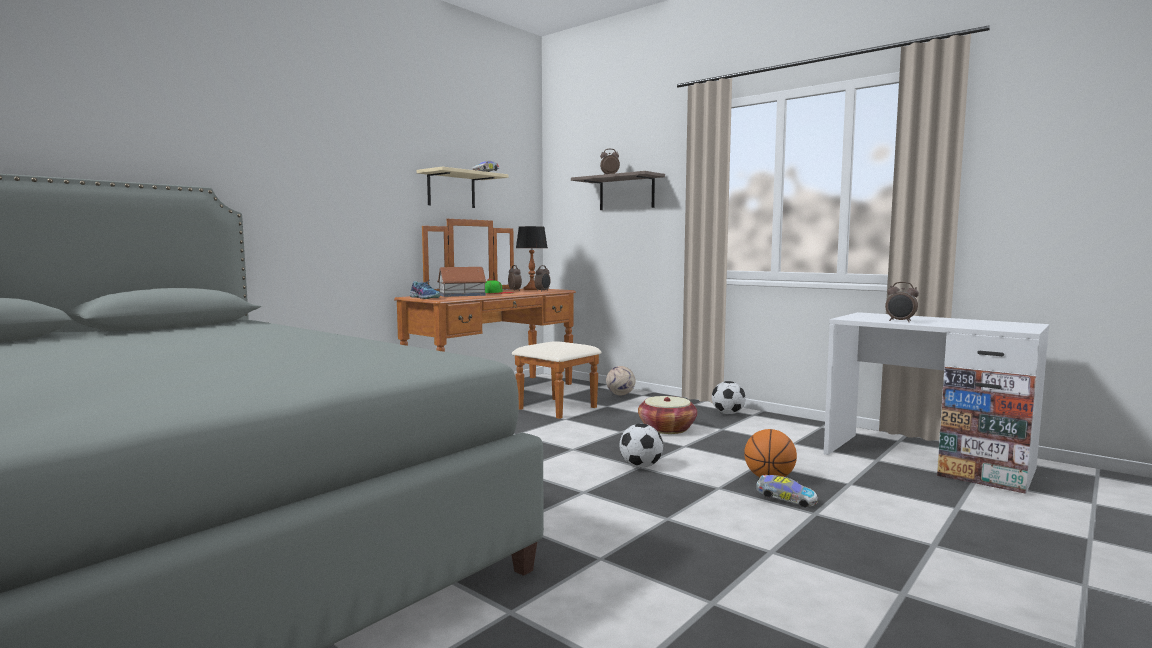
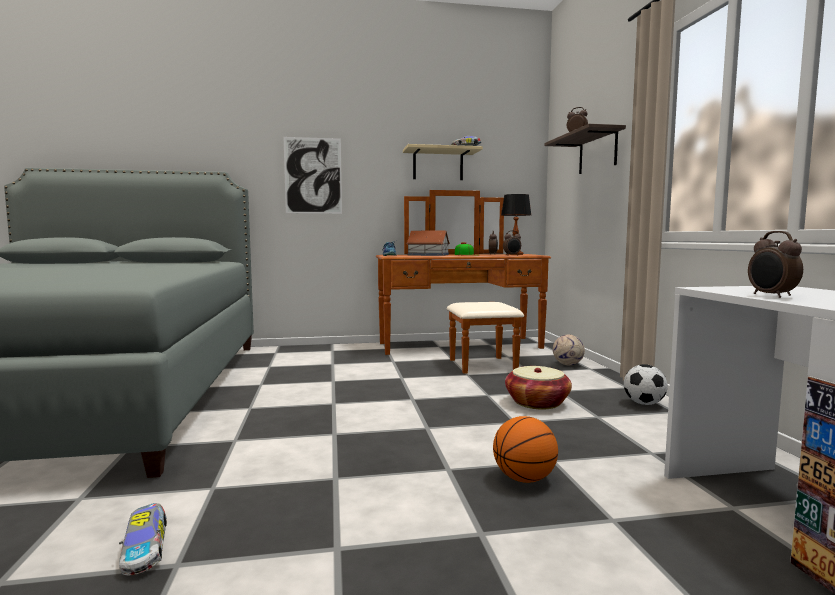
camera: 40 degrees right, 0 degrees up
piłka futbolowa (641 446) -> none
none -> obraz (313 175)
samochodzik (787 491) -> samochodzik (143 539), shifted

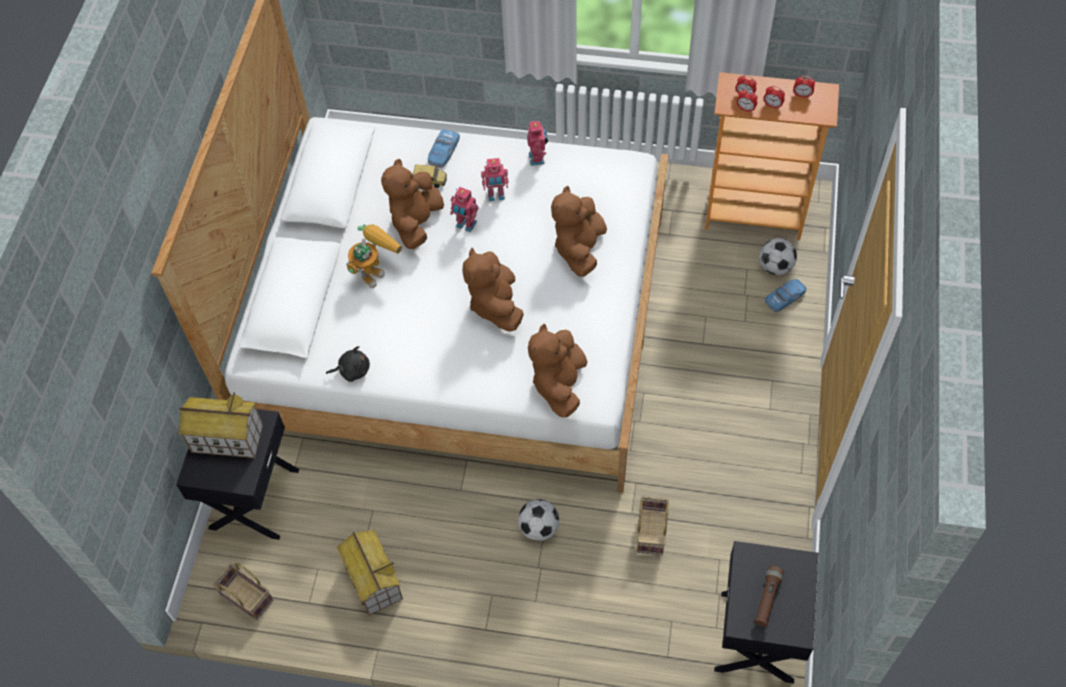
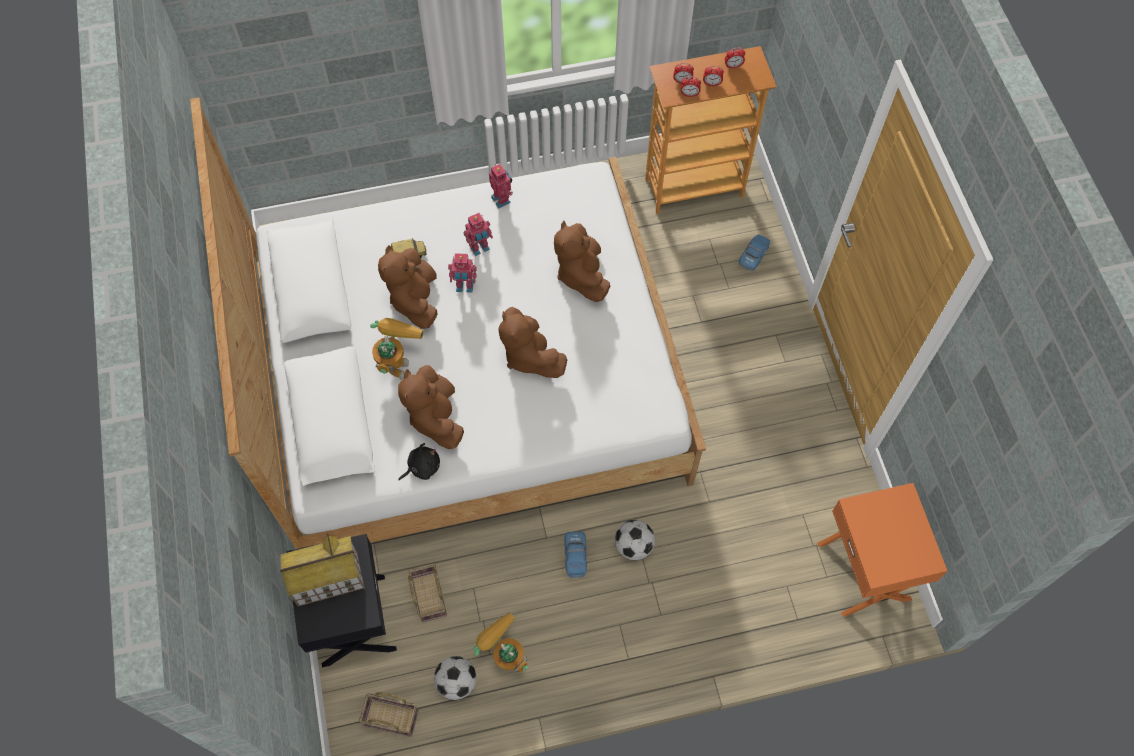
camera: 25 degrees left, 5 degrees up
latarka/brązowy (769 596) -> none
samochodzik (444 148) -> samochodzik (575 554), shifted
pluszak/brązowy (557 370) -> pluszak/brązowy (431 407), shifted
koszyk (653 525) -> koszyk (427 592), shifted
piłka futbolowa (778 256) -> piłka futbolowa (455 678), shifted
domek (370 572) -> robot zabawkowy (500 642)
szafka nocna/czarny (766 612) -> szafka nocna/pomarańczowy (882 549)

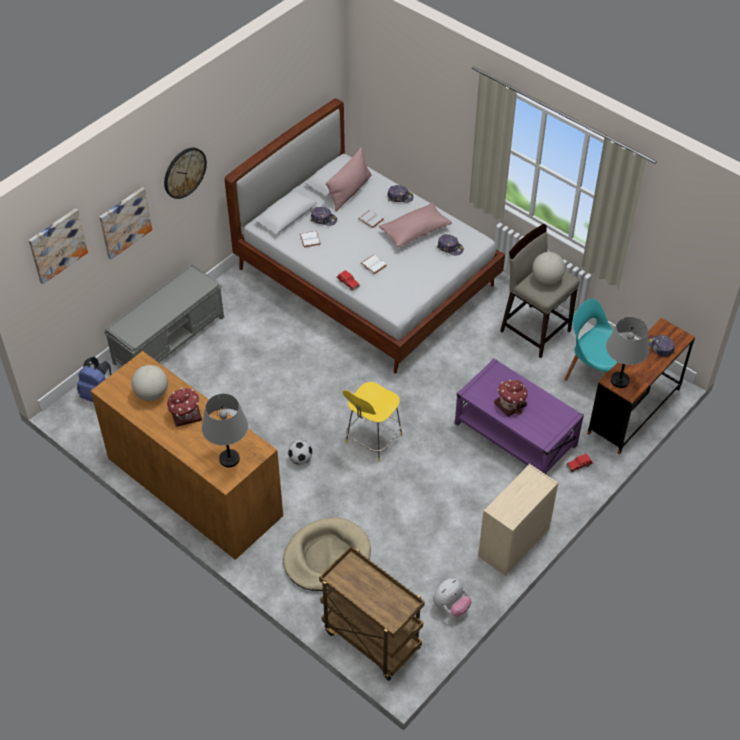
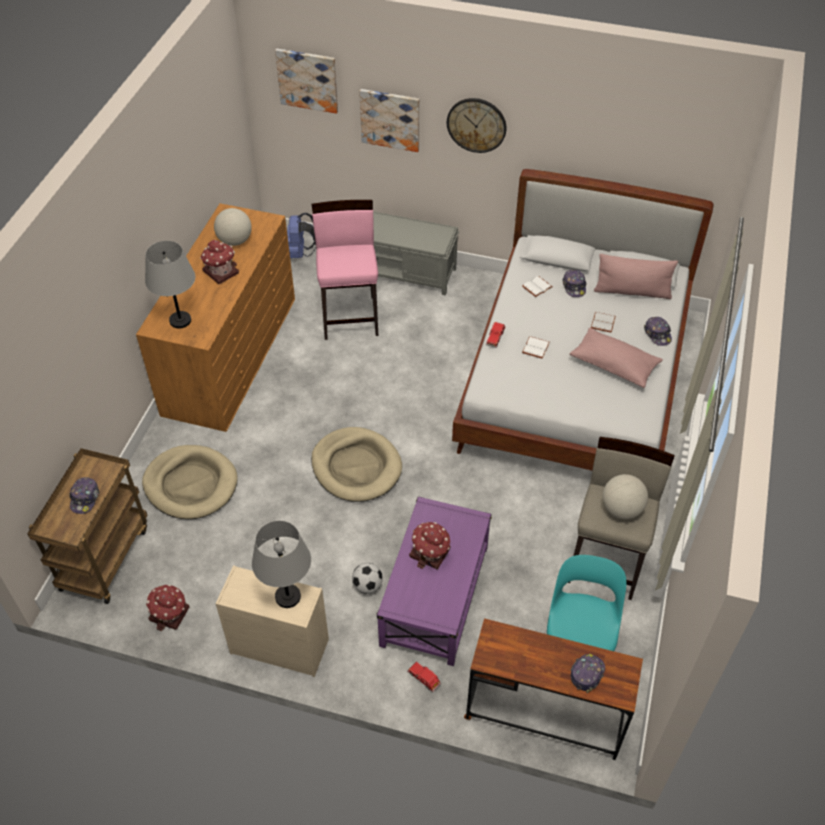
camera: 65 degrees right, 0 degrees up
none -> stołek/różowy (345 270)
piłka futbolowa (300 452) -> piłka futbolowa (367 578), shifted
czapka z daszkiem (450 245) -> czapka z daszkiem (84 495), shifted
lampa stołowa/szary (627 352) -> lampa stołowa/szary (281 564), shifted
stołek/żółty (372 422) -> legowisko/beżowy (356 464)
pluszak (452 597) -> domek (167 607)

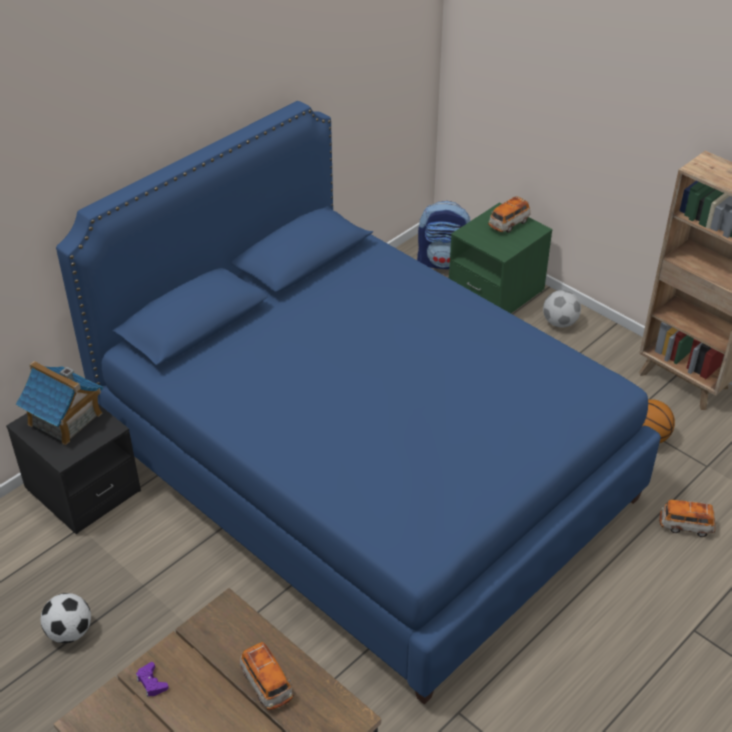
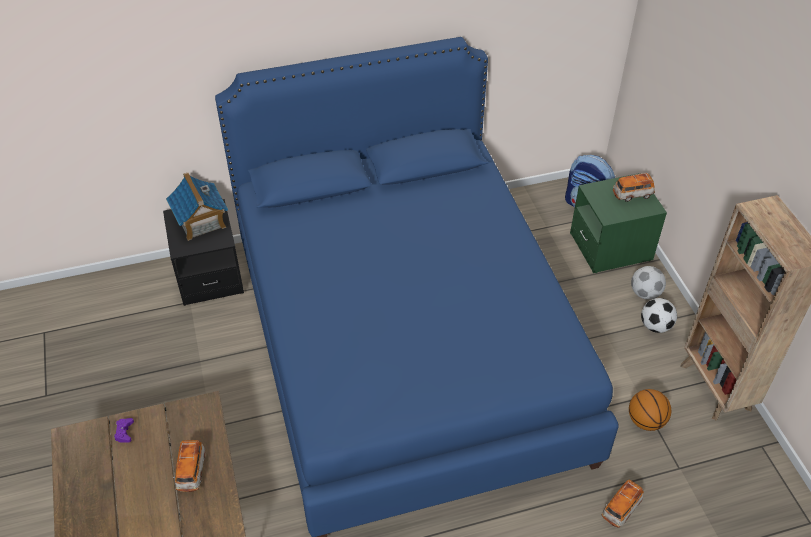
camera: 30 degrees right, 5 degrees up
piłka futbolowa (66 618) -> piłka futbolowa (659 315), shifted
samochodzik (687 518) -> samochodzik (623 504), 90 degrees counterclockwise

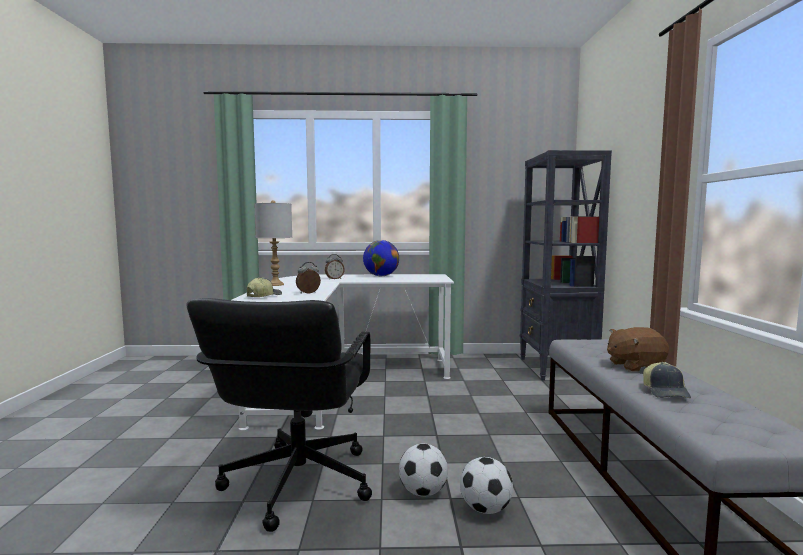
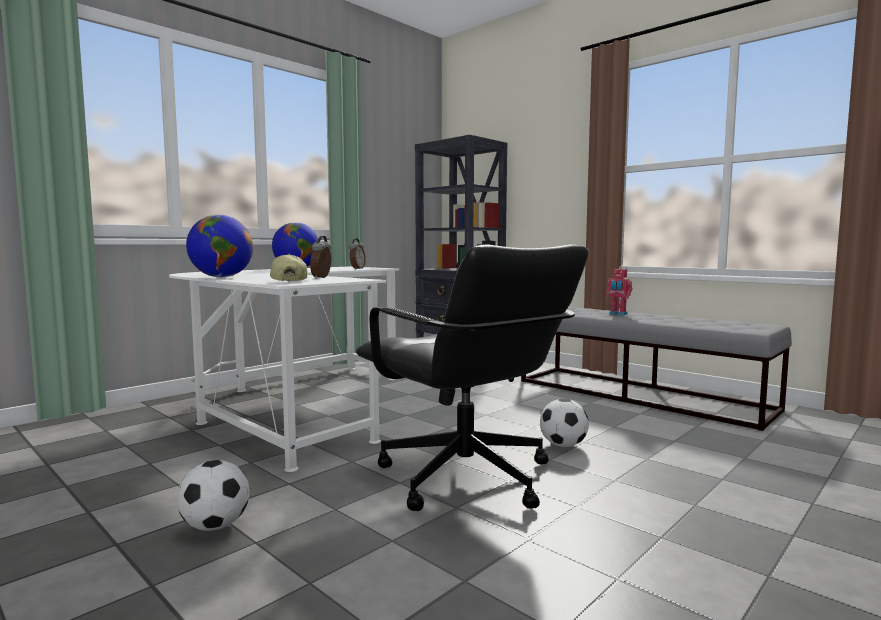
camera: 45 degrees left, 0 degrees up
czapka z daszkiem (667 380) -> none
budzik (335 267) -> budzik (357 253), shifted
piłka futbolowa (486 485) -> piłka futbolowa (213 495), shifted
lampa stołowa/szary (273 243) -> globus (219 246)
pluszak/brązowy (638 349) -> robot zabawkowy (619 291)

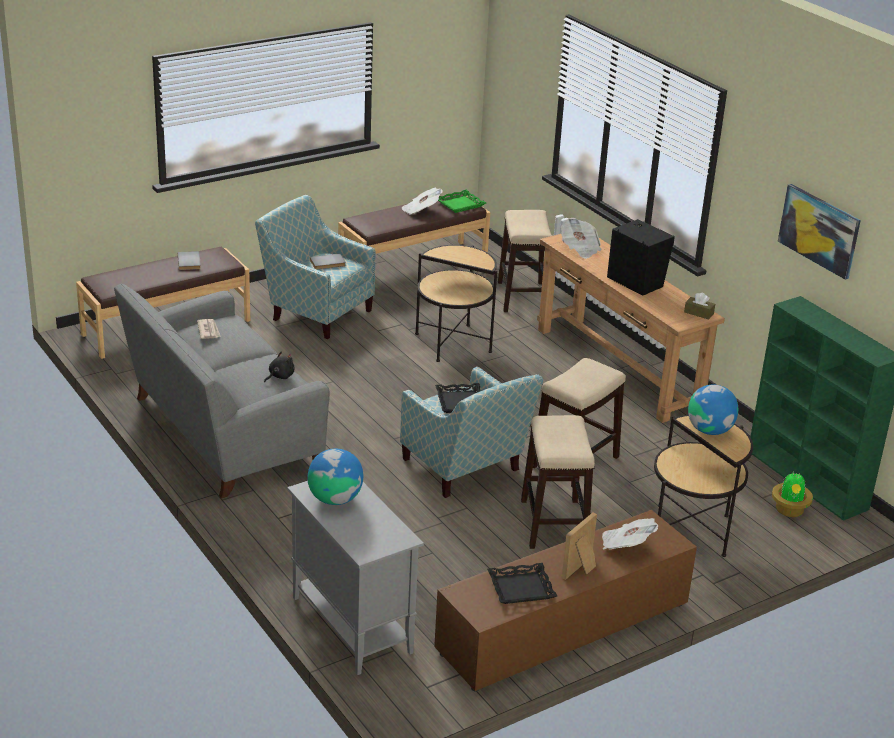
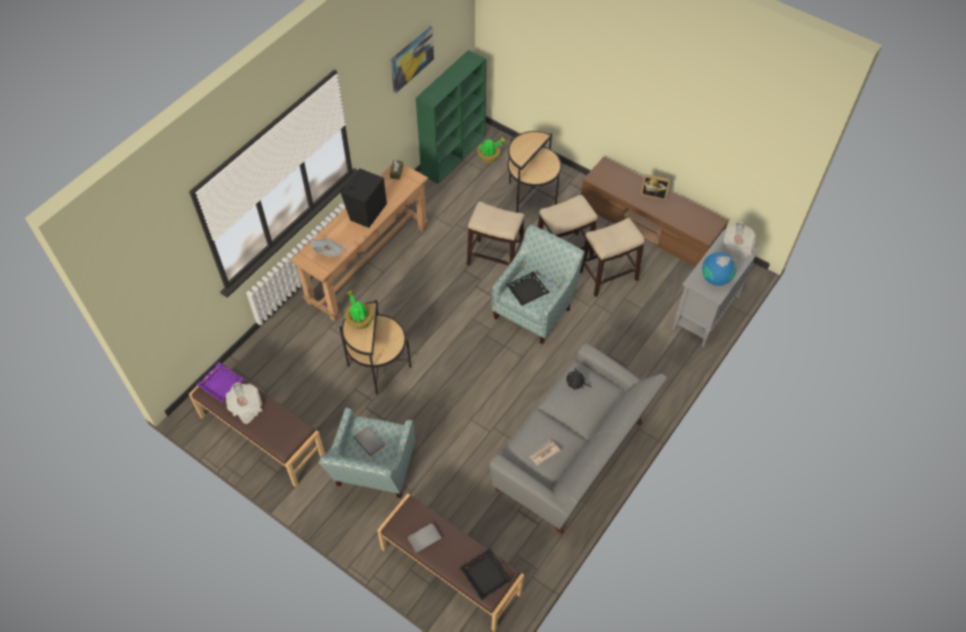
camera: 110 degrees left, 25 degrees up
globus (713 410) -> none
none -> roślina doniczkowa (359 309)
taca/czarny (522 583) -> taca/czarny (486 574), shifted
stołek (525 261) -> stołek (612 257), shifted
gazeta (630 533) -> gazeta (739 241), shifted
taca/zielony (462 201) -> taca/fioletowy (220 382)

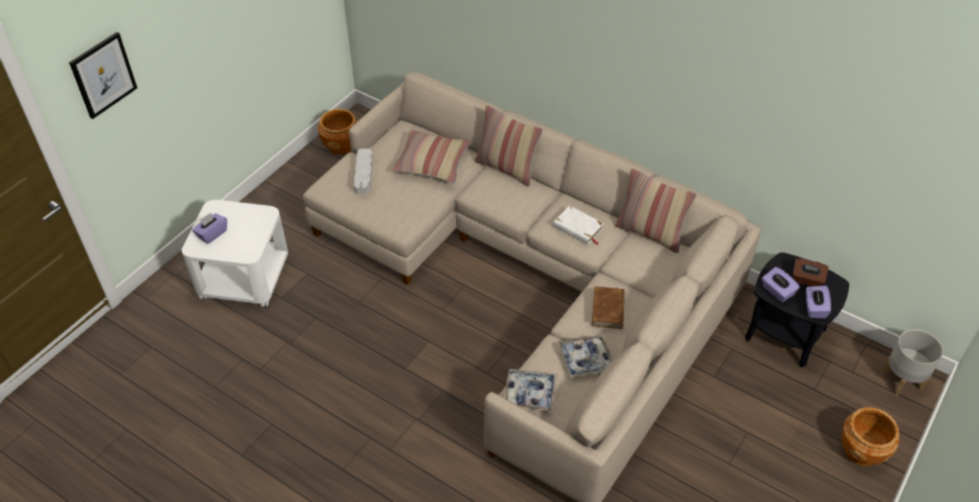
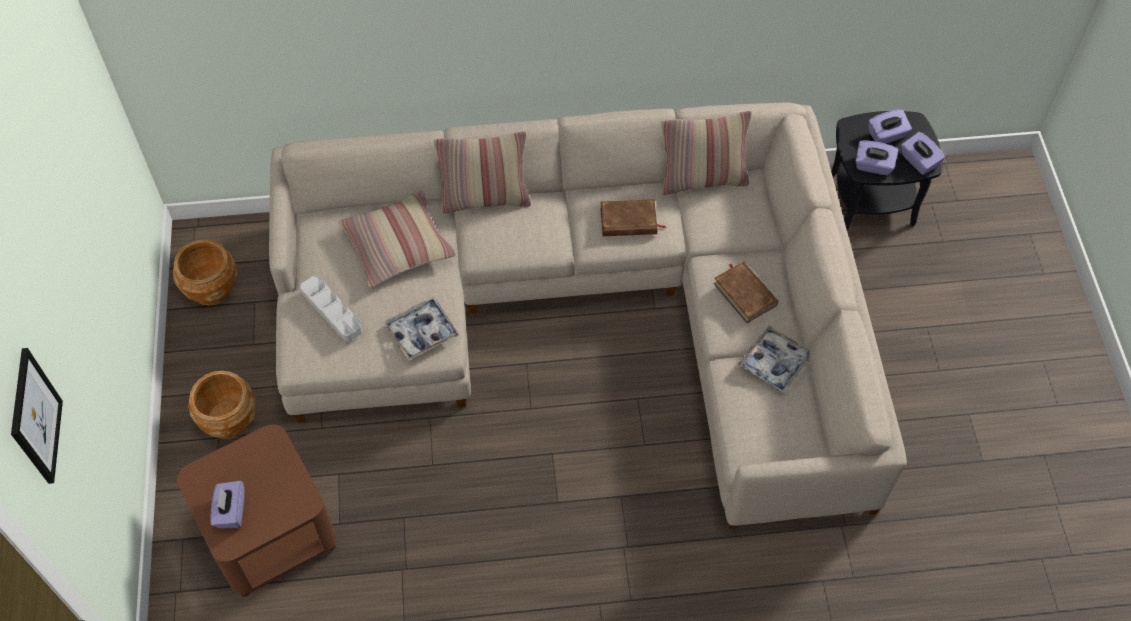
camera: 40 degrees left, 10 degrees up
donica/szary (912 362) -> none
taca (530 390) -> taca (422 329), shifted
donica/brązowy (870 436) -> donica/brązowy (221 405), shifted
stolik/biały (235 253) -> stolik/brązowy (256 511)
książka/biały (578 225) -> książka/brązowy (633 217)
pudełko chusteczek/brązowy (811 273) -> pudełko chusteczek/fioletowy (890 126)

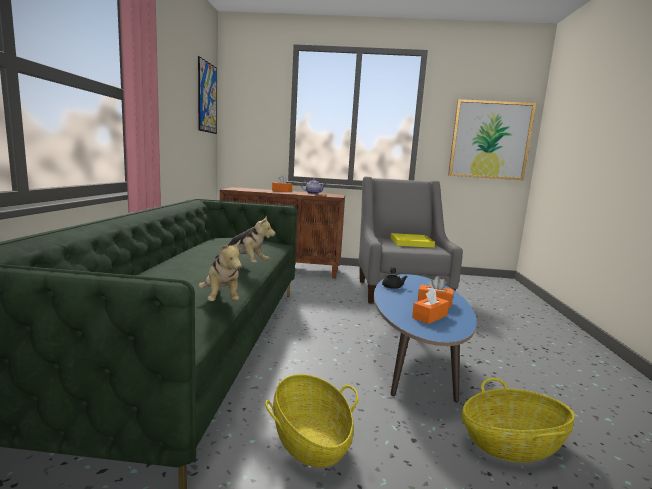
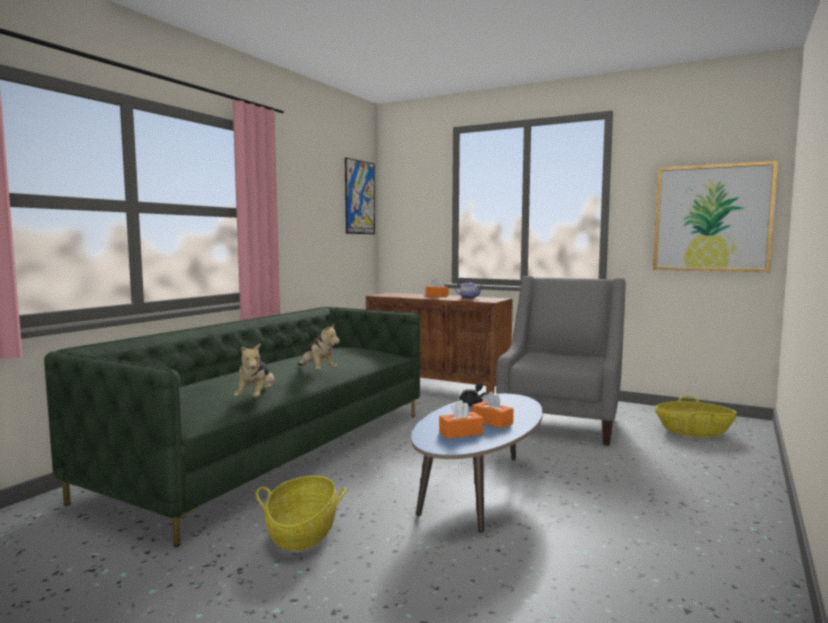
camera: 25 degrees right, 5 degrees down
taca/żółty (413 240) -> none
koszyk (518 420) -> koszyk (696 416), shifted

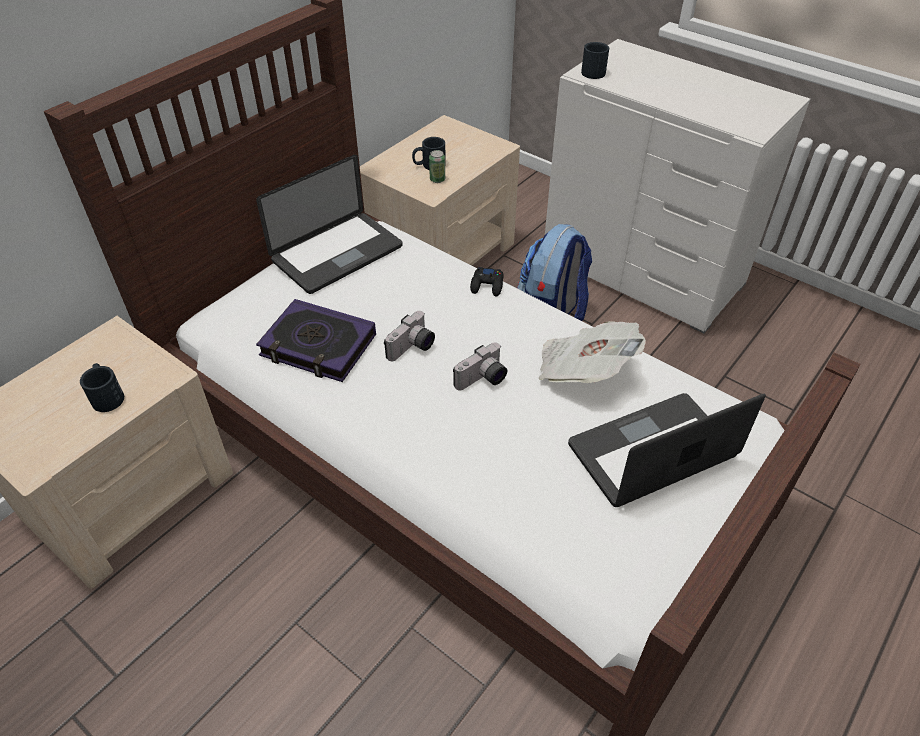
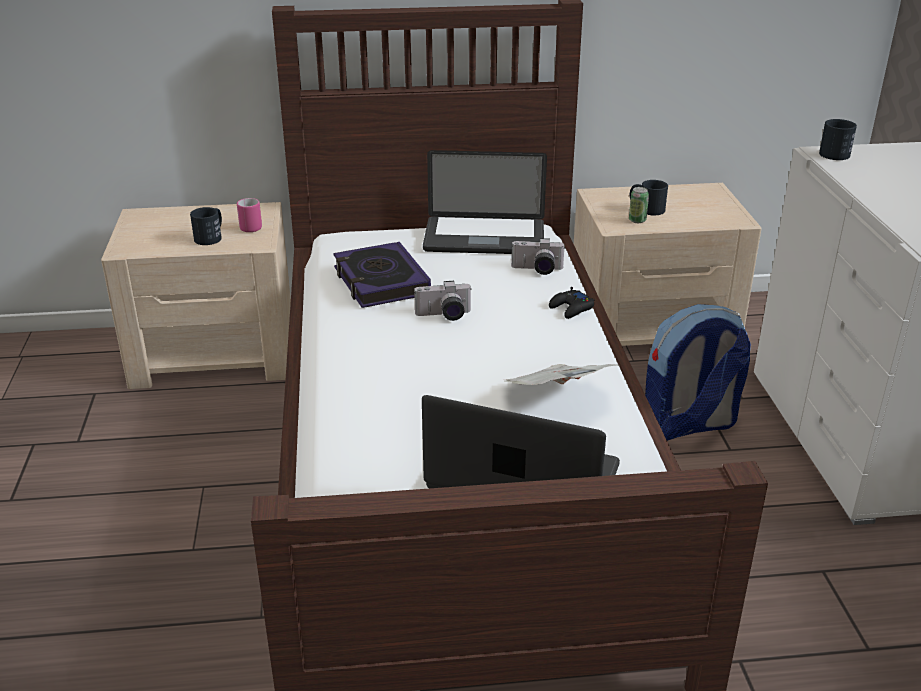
camera: 45 degrees right, 15 degrees down
none -> kubek/różowy (249 215)
aparat fotograficzny (480 366) -> aparat fotograficzny (538 256), shifted

